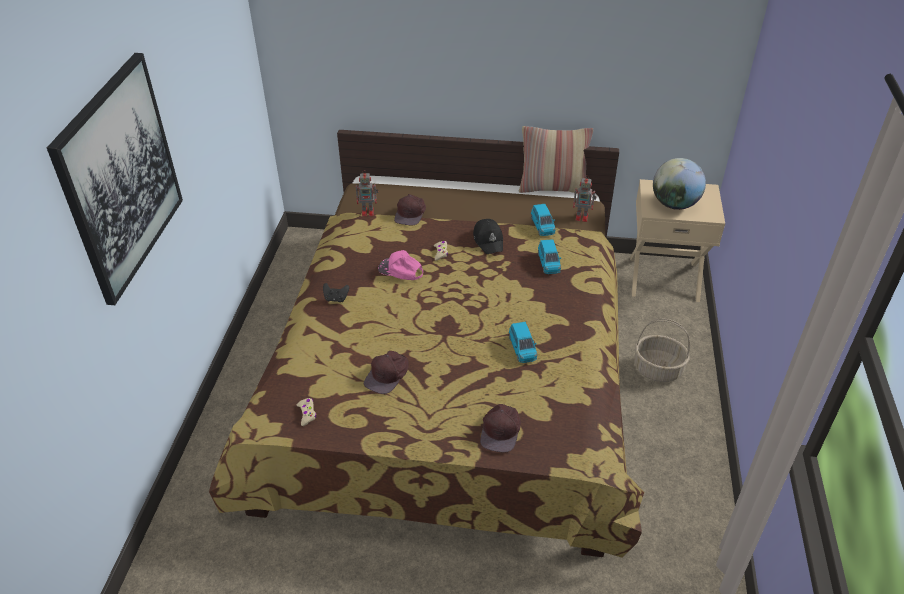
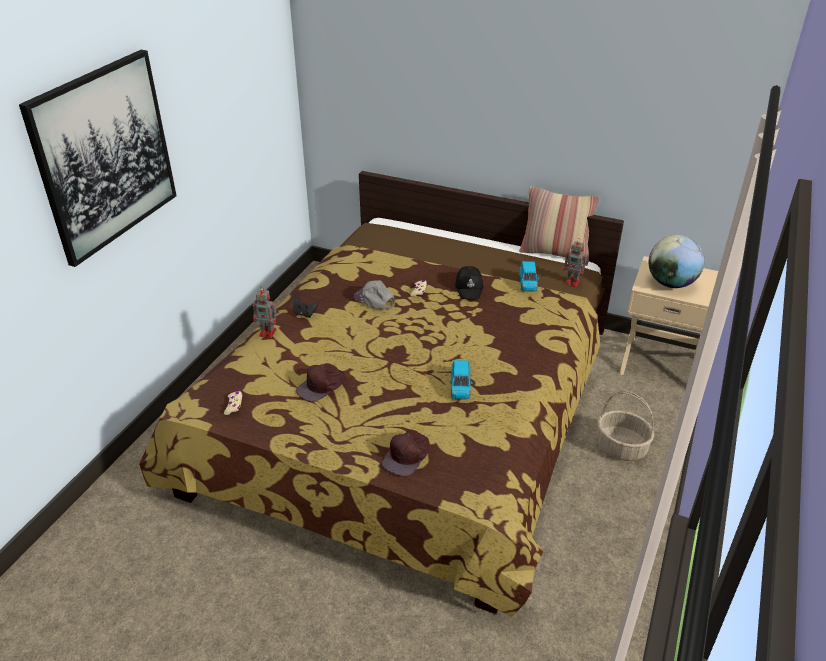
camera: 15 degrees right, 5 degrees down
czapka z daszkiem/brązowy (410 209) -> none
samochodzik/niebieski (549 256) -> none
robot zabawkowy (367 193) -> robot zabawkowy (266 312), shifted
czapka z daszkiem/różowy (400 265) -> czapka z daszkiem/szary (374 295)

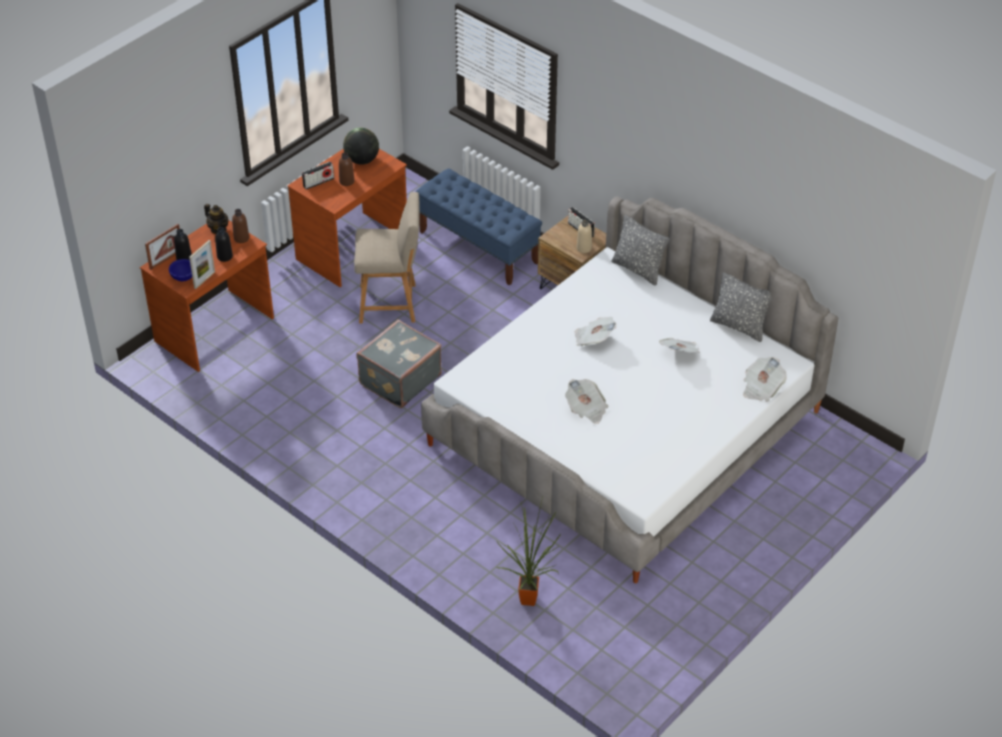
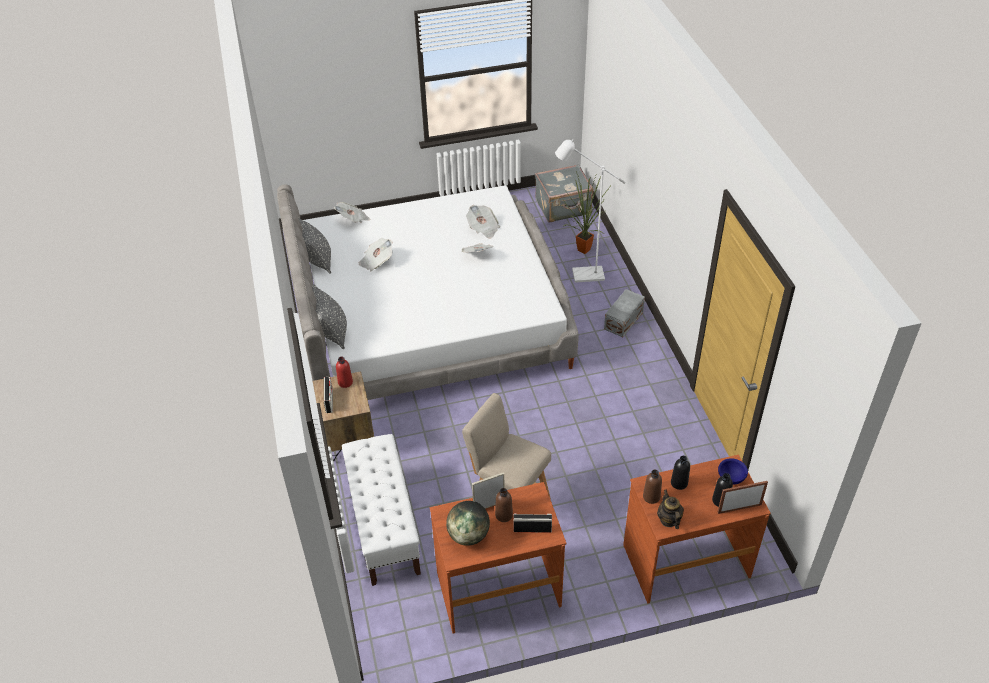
camera: 145 degrees left, 0 degrees up
none -> lampa stojąca/biały (590 211)
none -> pojemnik do przechowywania/szary (624 313)
ramka na zdjęcie (202 264) -> ramka na zdjęcie (488 490), shifted
walizka/szary (399 363) -> walizka/szary (564 194), shifted
gazeta (595 331) -> gazeta (483 222), shifted
ławka/niebieski (479 227) -> ławka/biały (381 510)
butelka/beżowy (584 236) -> butelka/czerwony (344 372)

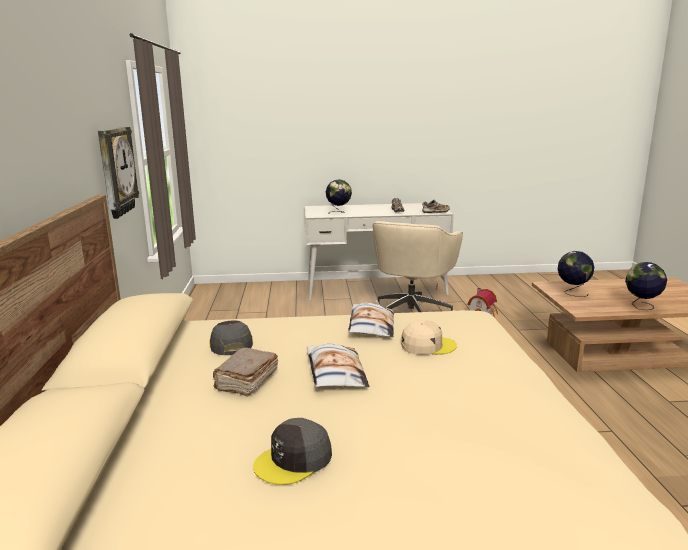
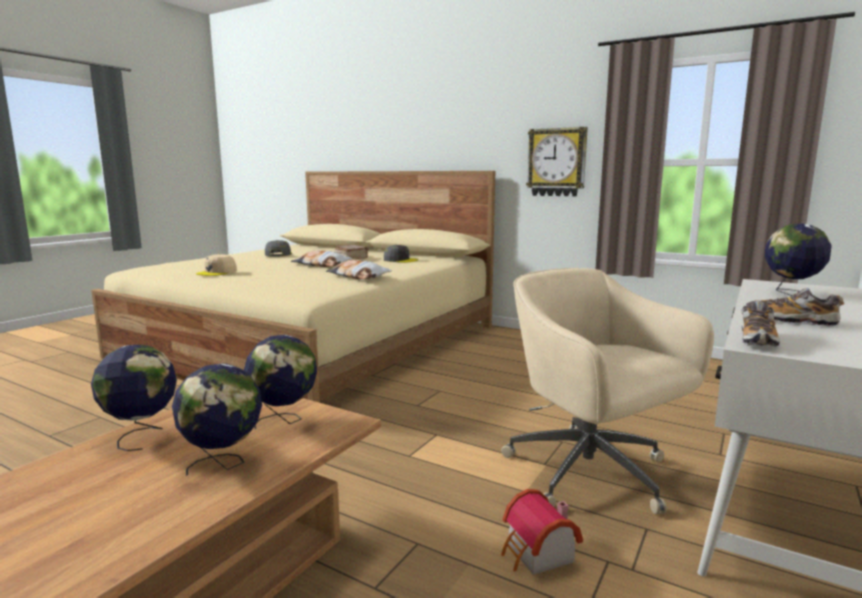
camera: 125 degrees right, 5 degrees down
none -> globus (217 420)
czapka z daszkiem/beżowy (429 337) -> czapka z daszkiem/beżowy (216 265), shifted

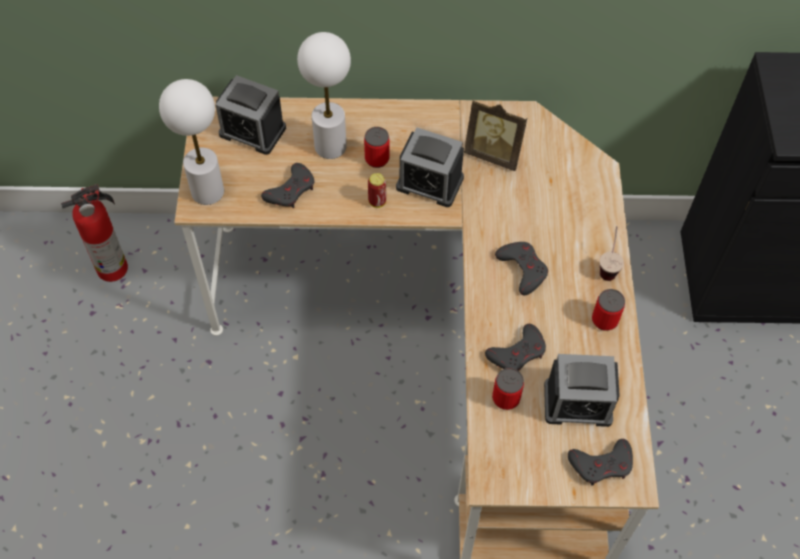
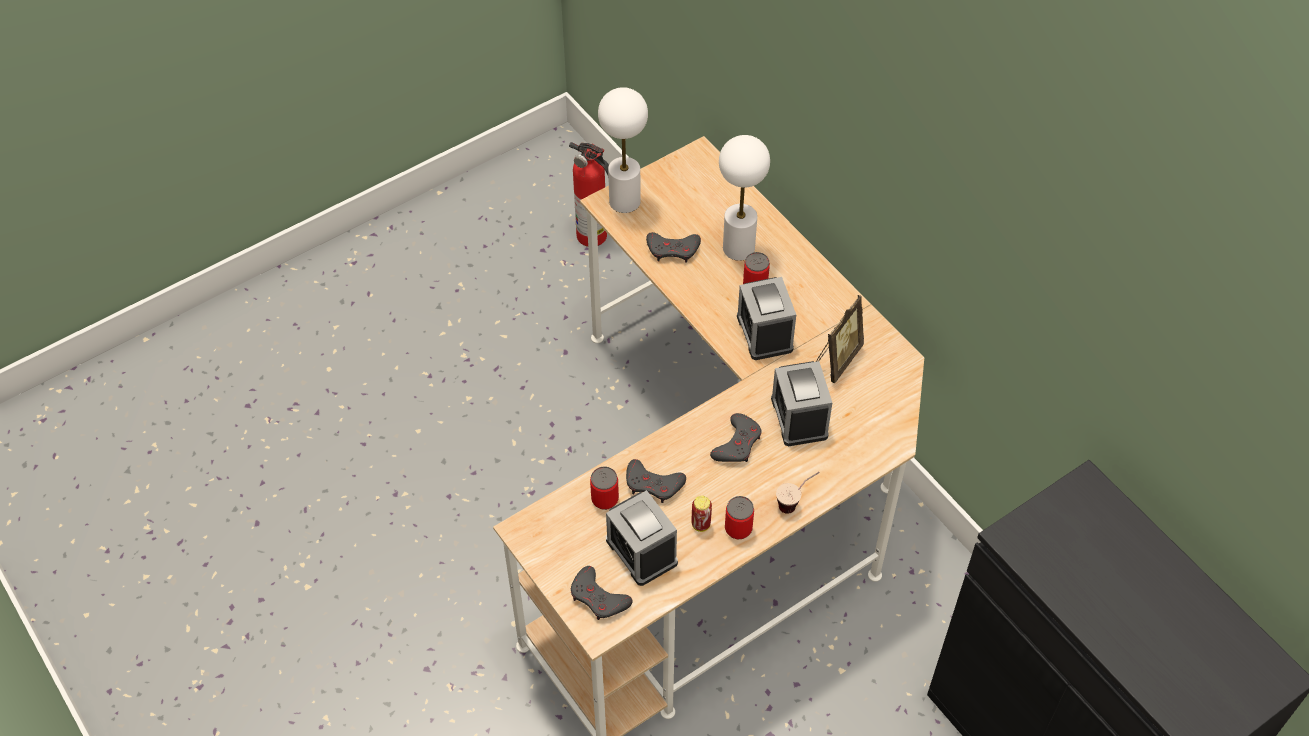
camera: 55 degrees right, 5 degrees down
budzik (250 115) -> budzik (801 403), shifted
puszka (377 190) -> puszka (702 514), shifted
ramka na zdjęcie (495 135) -> ramka na zdjęcie (840 339), 135 degrees counterclockwise

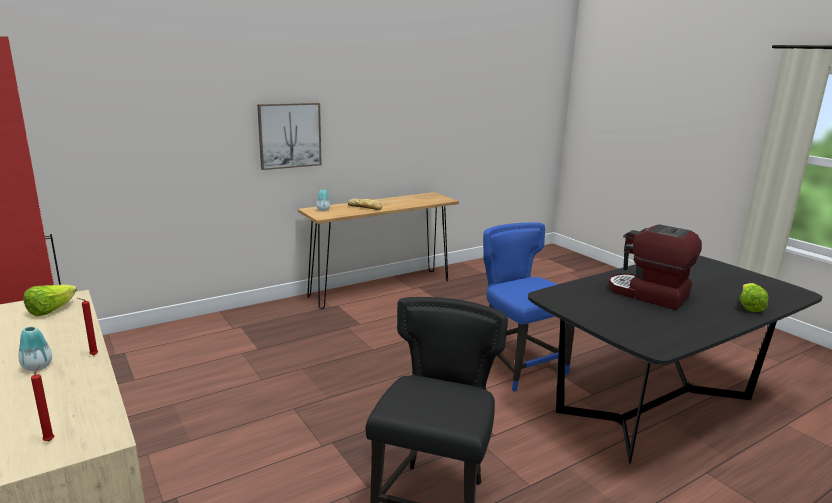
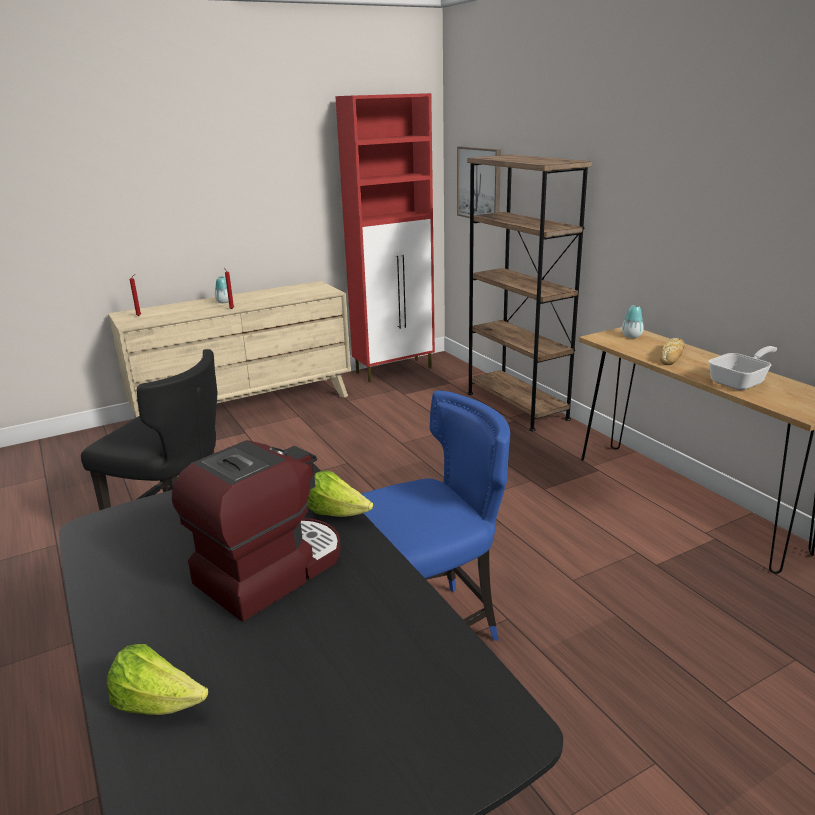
camera: 95 degrees right, 5 degrees up
none -> regał/brązowy (529 292)
none -> patelnia (743 368)
sałata (50 300) -> sałata (340 494), shifted
obraz (289 136) -> obraz (479 182), shifted

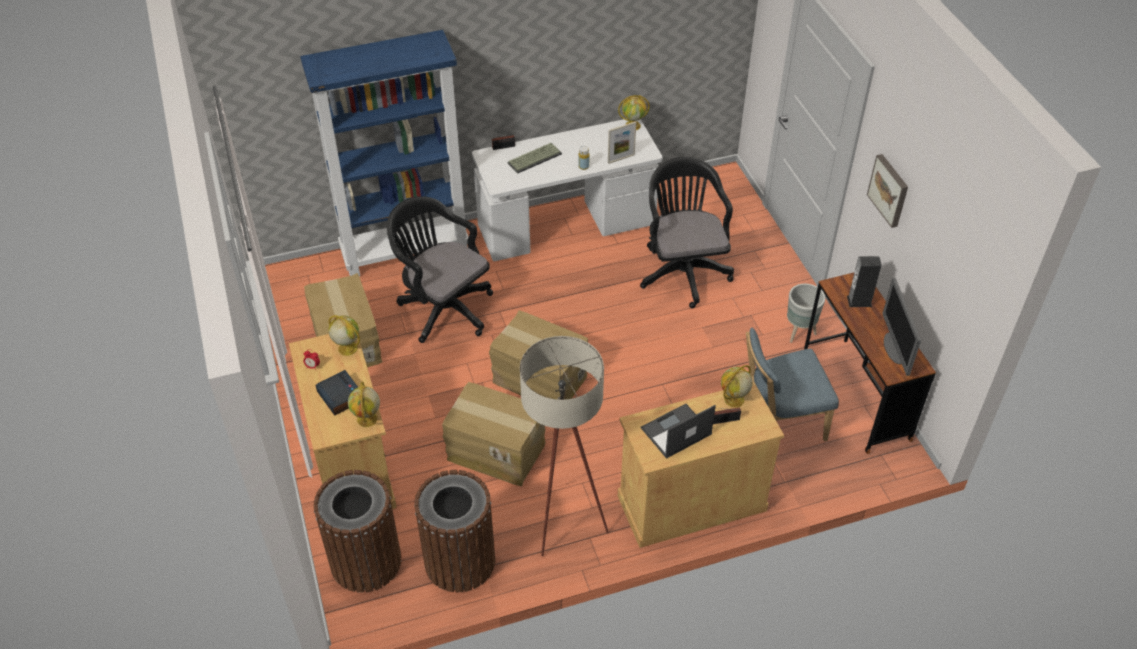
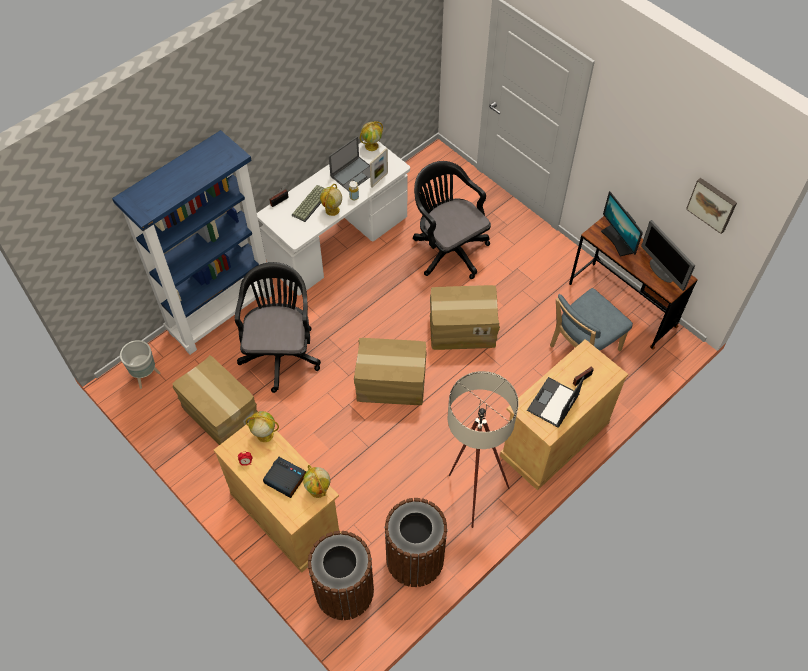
camera: 25 degrees left, 10 degrees up
none -> laptop (349 163)
karton (494 434) -> karton (465 317), shifted
globus (737 386) -> globus (331 200), shifted
donica/szary (806 313) -> donica/szary (140 364), shifted
obraz (887 191) -> obraz (711 206), shifted
głośnik (864 281) -> monitor (622 223)
krzesło biurowe/czarny (440 269) -> krzesło biurowe/czarny (278 327), 75 degrees clockwise

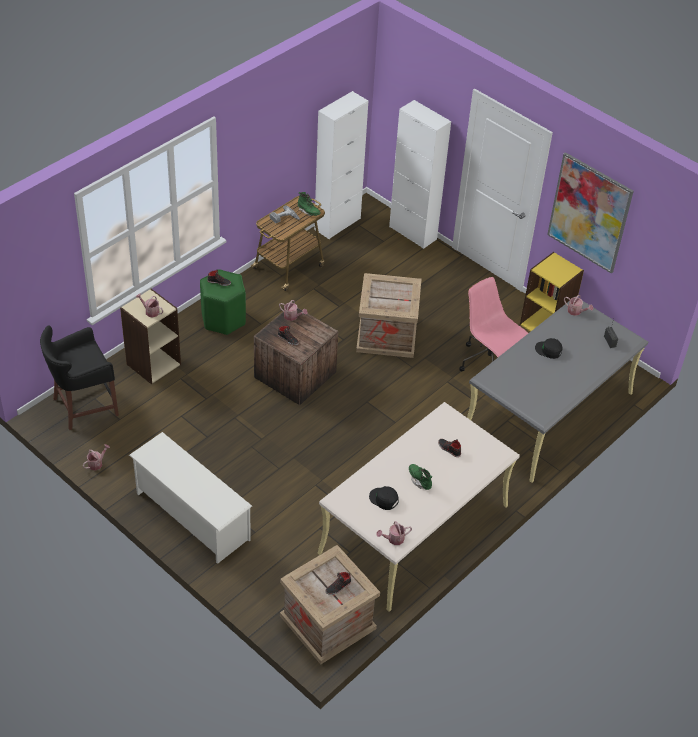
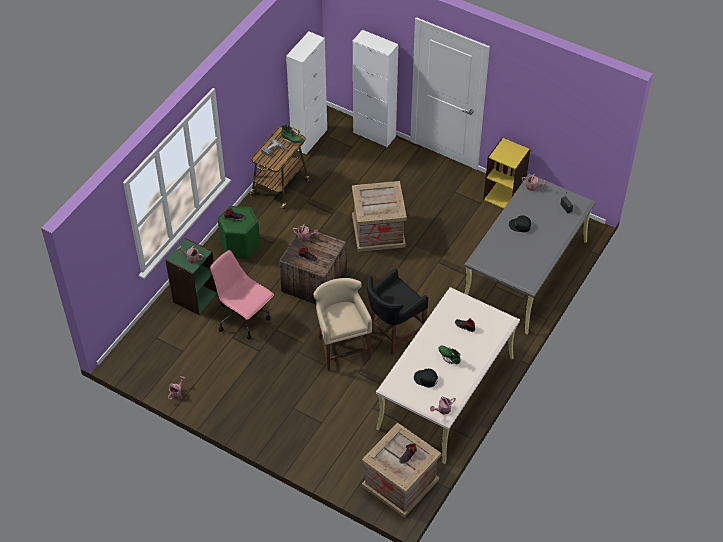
camera: 10 degrees left, 5 degrees up
regał na buty/biały (190 498) -> none
obraz (590 213) -> none
none -> stołek/beżowy (342 324)
stołek/czarny (79 377) -> stołek/czarny (397 311), shifted
krzesło biurowe/różowy (493 324) -> krzesło biurowe/różowy (242 295), shifted
regał/beżowy (150 336) -> regał/zielony (191 276)

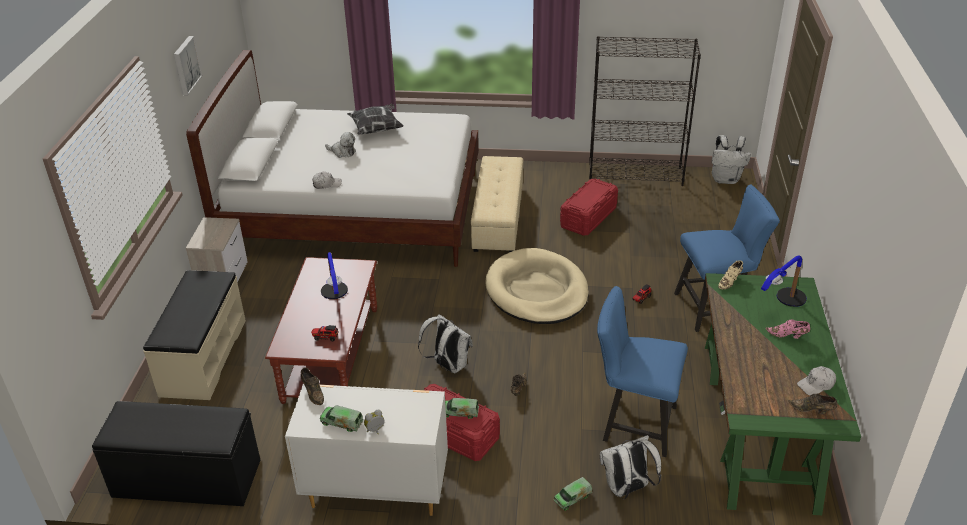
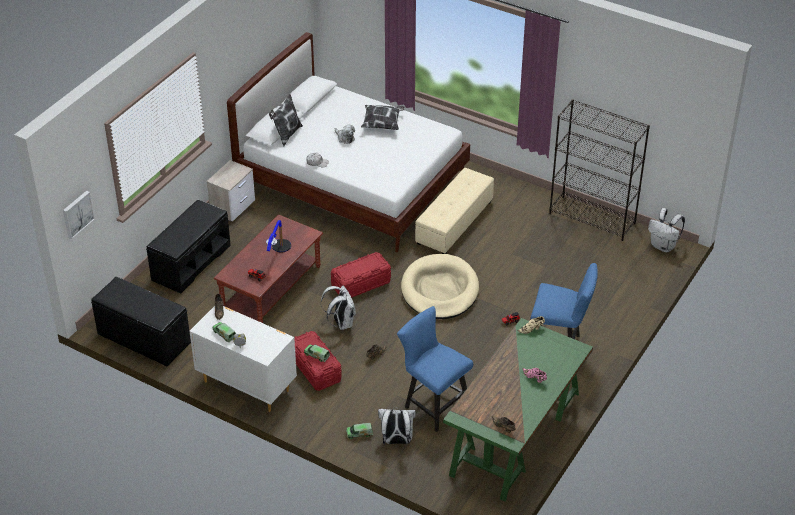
camera: 25 degrees right, 5 degrees up
lampa stołowa (784 281) -> none
czapka z daszkiem/biały (816 381) -> none
none -> poduszka (286 120)
obraz (188 65) -> obraz (79 215), shifted
pojemnik do przechowywania/czerwony (589 207) -> pojemnik do przechowywania/czerwony (361 275), shifted
ławka/beżowy (194 335) -> ławka/czarny (188 247)

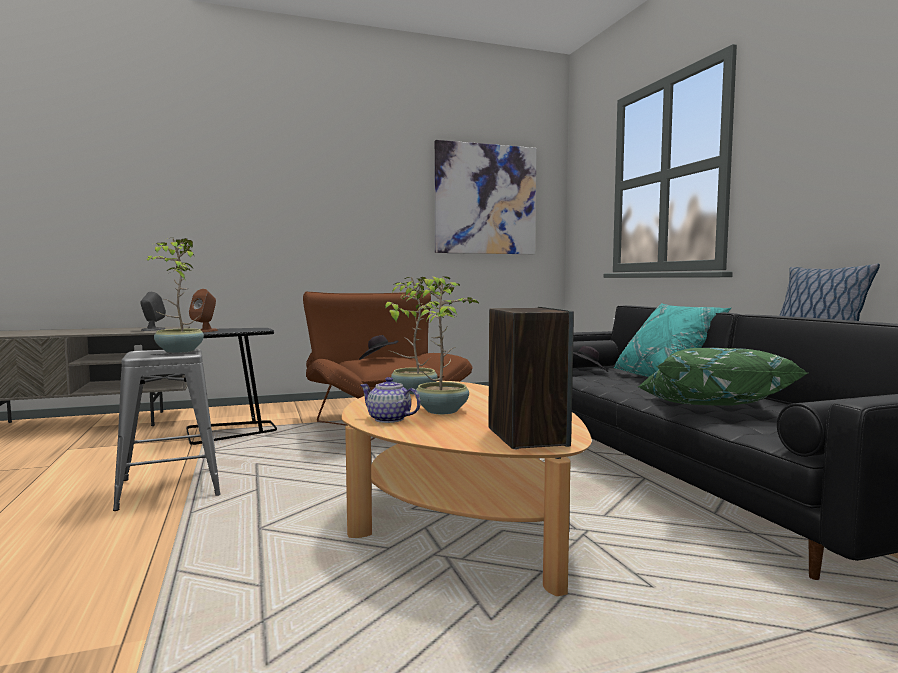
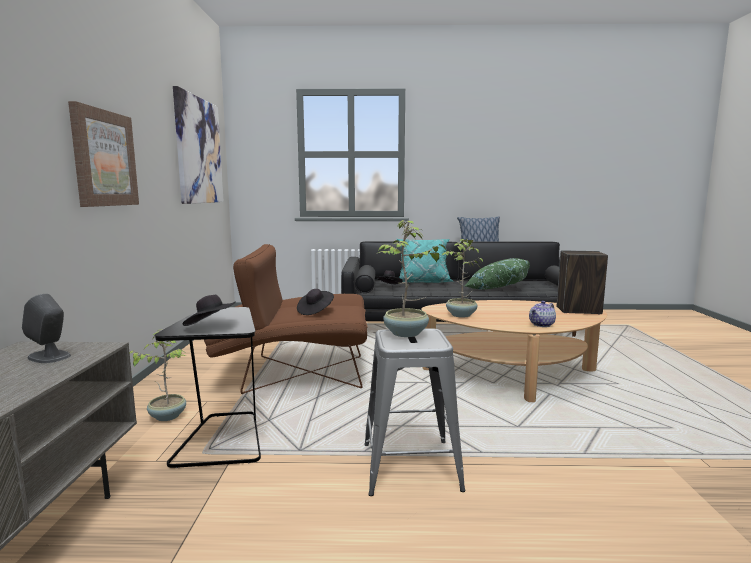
camera: 70 degrees left, 5 degrees up
none -> obraz (103 154)
roślina doniczkowa (448 345) -> roślina doniczkowa (157 375), shifted
głośnik/brązowy (203 310) -> kapelusz/czarny (209 310)

